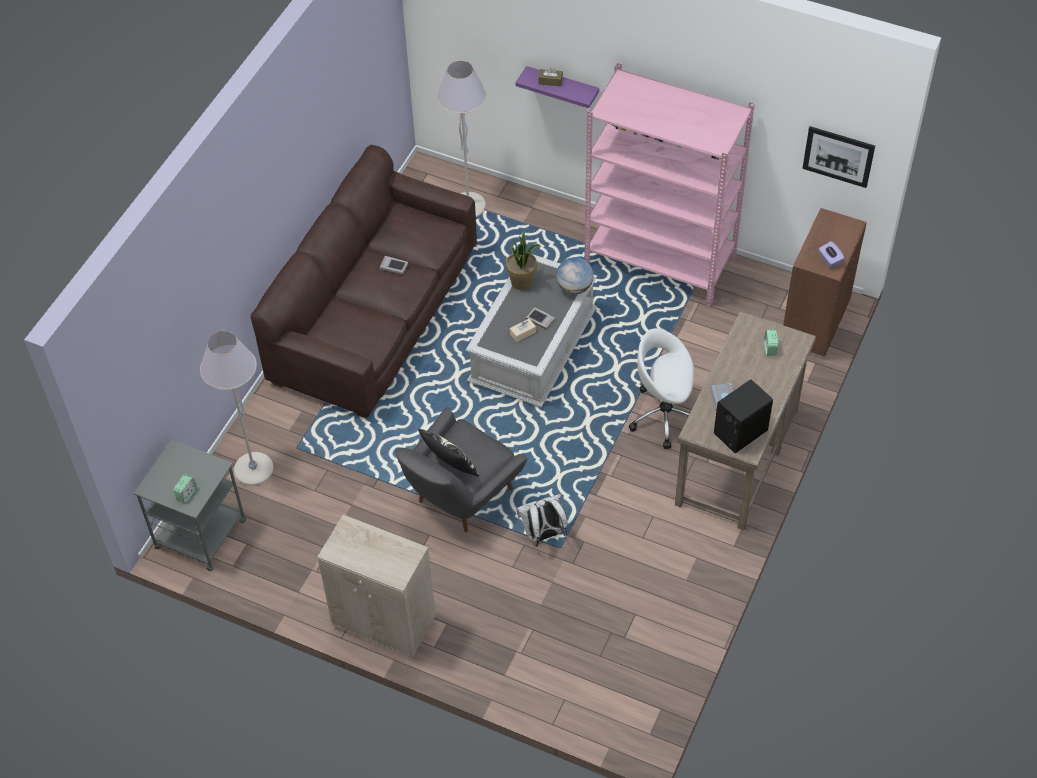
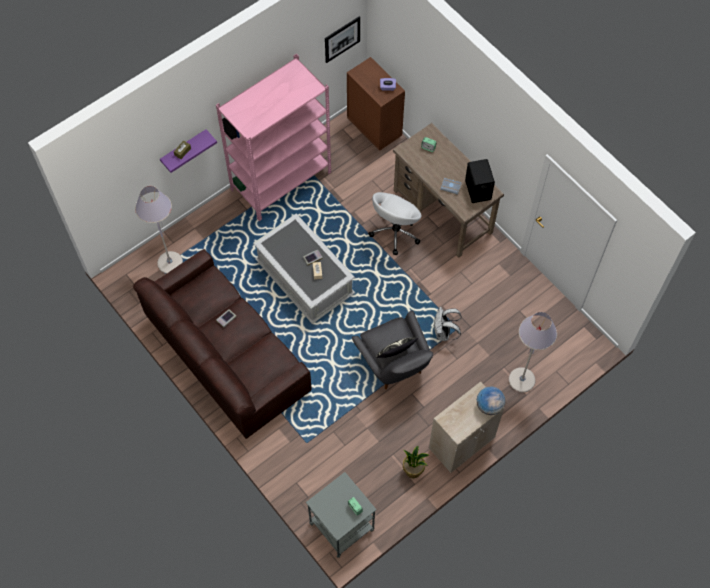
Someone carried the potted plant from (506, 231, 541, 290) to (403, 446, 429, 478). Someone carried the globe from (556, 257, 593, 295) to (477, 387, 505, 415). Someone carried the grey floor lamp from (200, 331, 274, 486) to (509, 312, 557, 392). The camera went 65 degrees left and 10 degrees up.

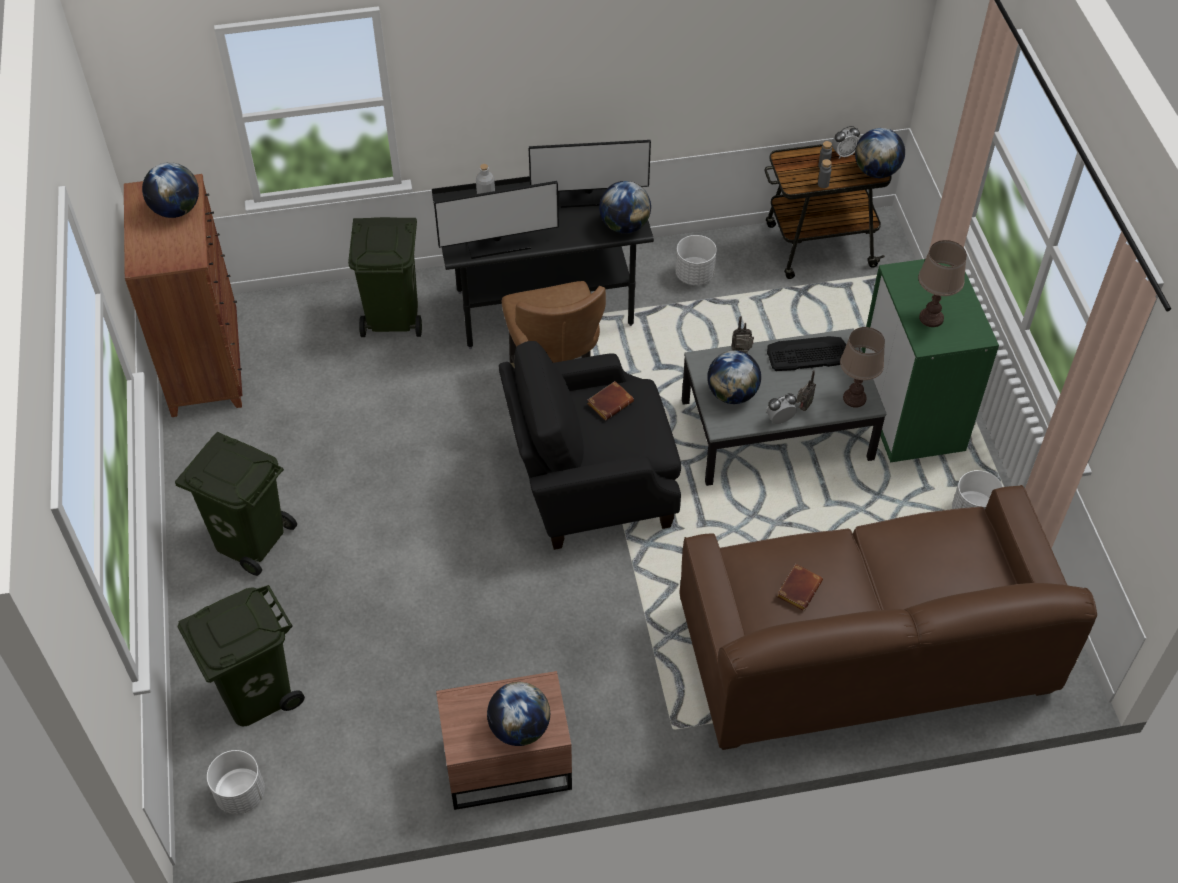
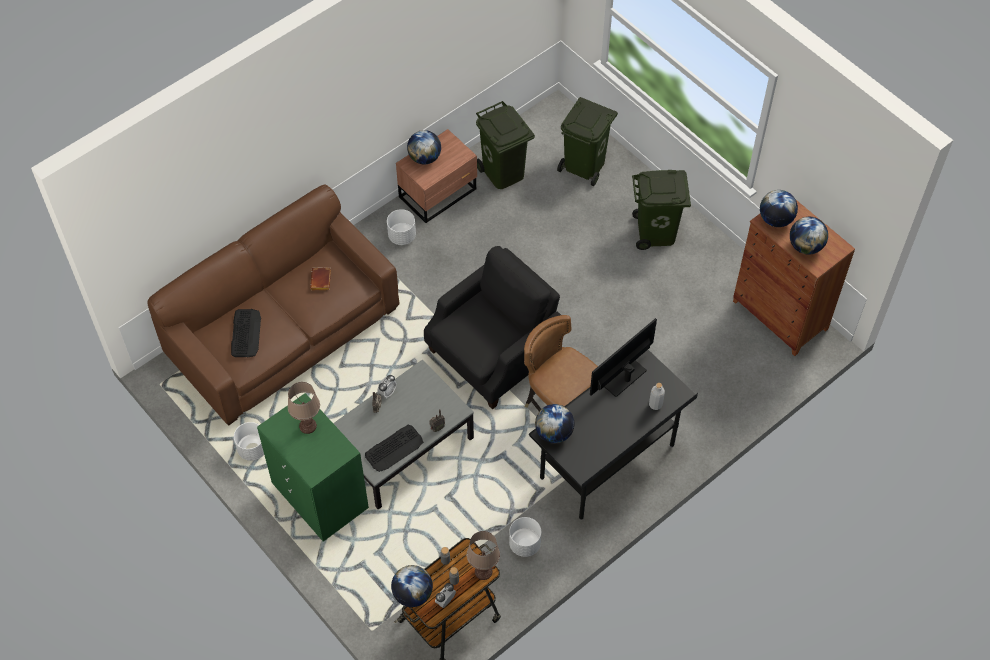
Someone took away the monitor at (528, 140, 651, 208). Someone carried the green trash can from (348, 217, 422, 337) to (476, 101, 535, 189). Someone carried the brown table lamp from (840, 327, 885, 408) to (467, 531, 500, 580). Someone carried the globe from (707, 350, 761, 404) to (760, 190, 798, 227). Someone took away the brown book at (587, 381, 634, 421). Someone carried the white planter from (207, 750, 265, 814) to (387, 209, 416, 245). Someone put down the keyboard at (231, 309, 261, 358). The camera went 150 degrees right and 5 degrees up.

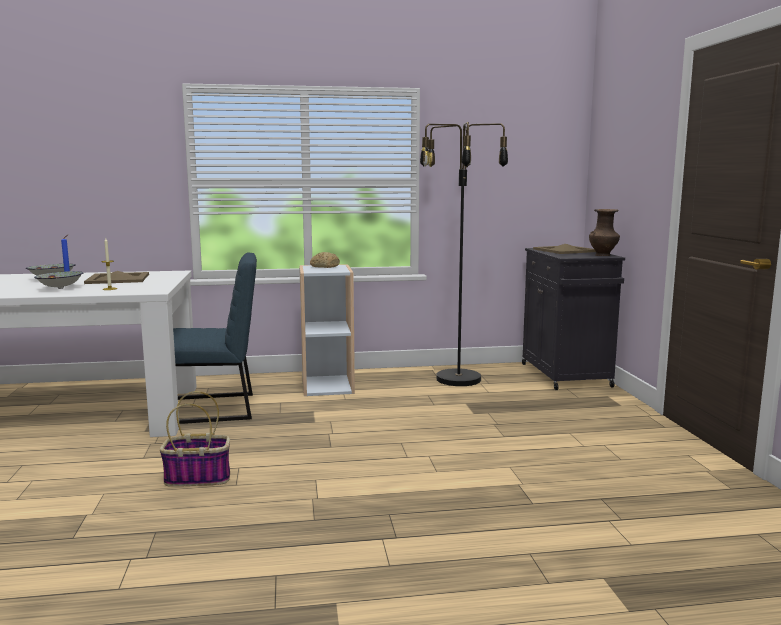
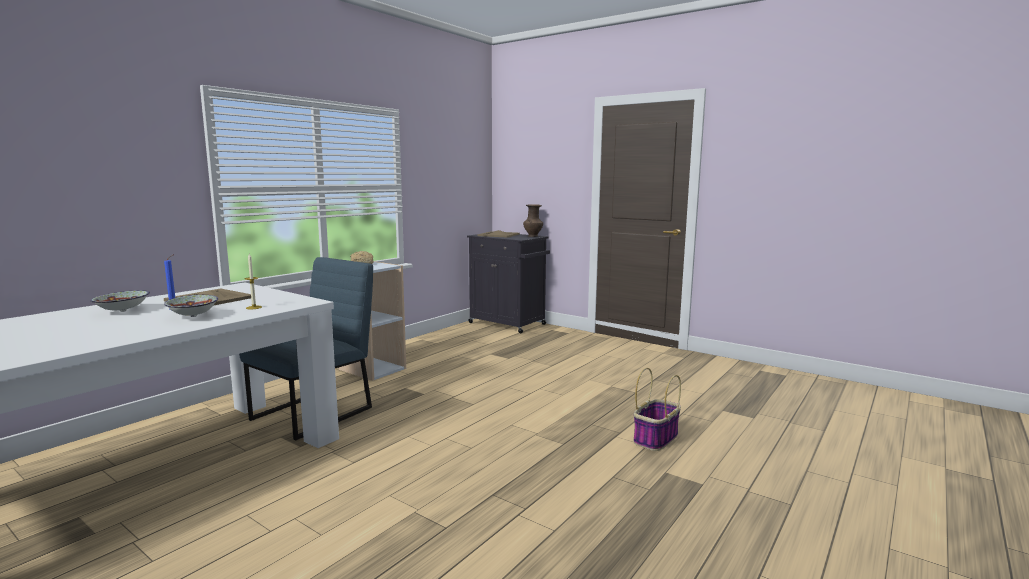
Someone took away the floor lamp at (420, 122, 508, 386). Someone carried the basket from (160, 391, 230, 487) to (633, 368, 681, 451). The camera went 45 degrees left and 0 degrees up.

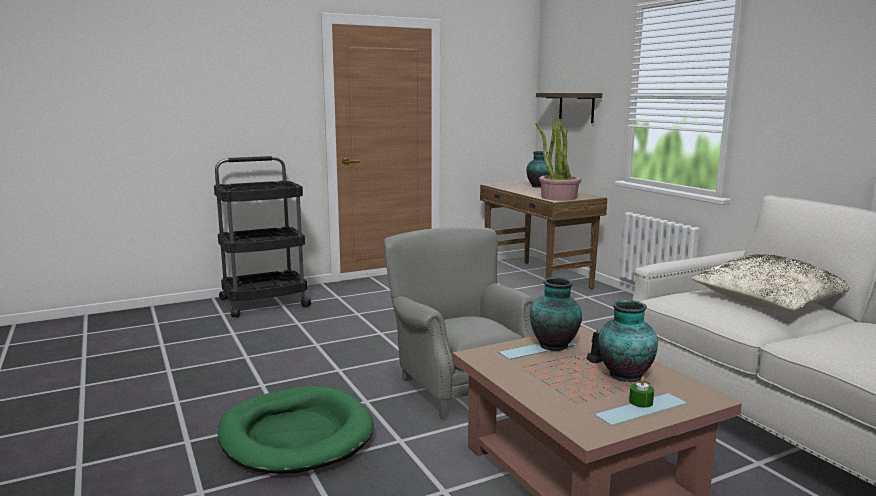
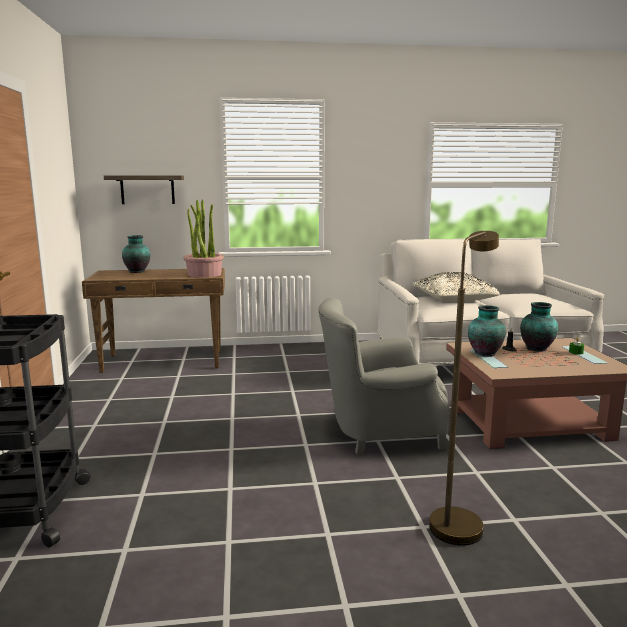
Someone swapped the green dog bed at (218, 386, 374, 474) for the brown floor lamp at (429, 231, 499, 546). The camera went 70 degrees left and 0 degrees up.

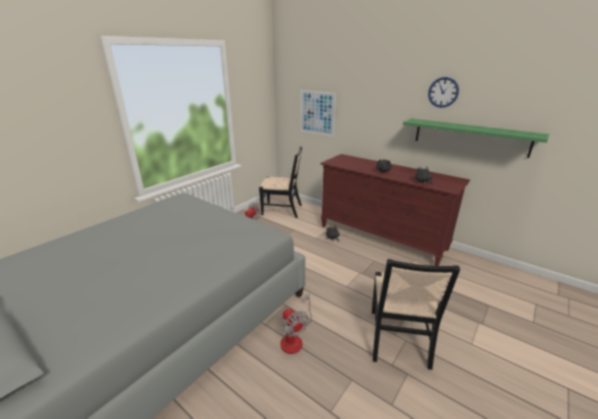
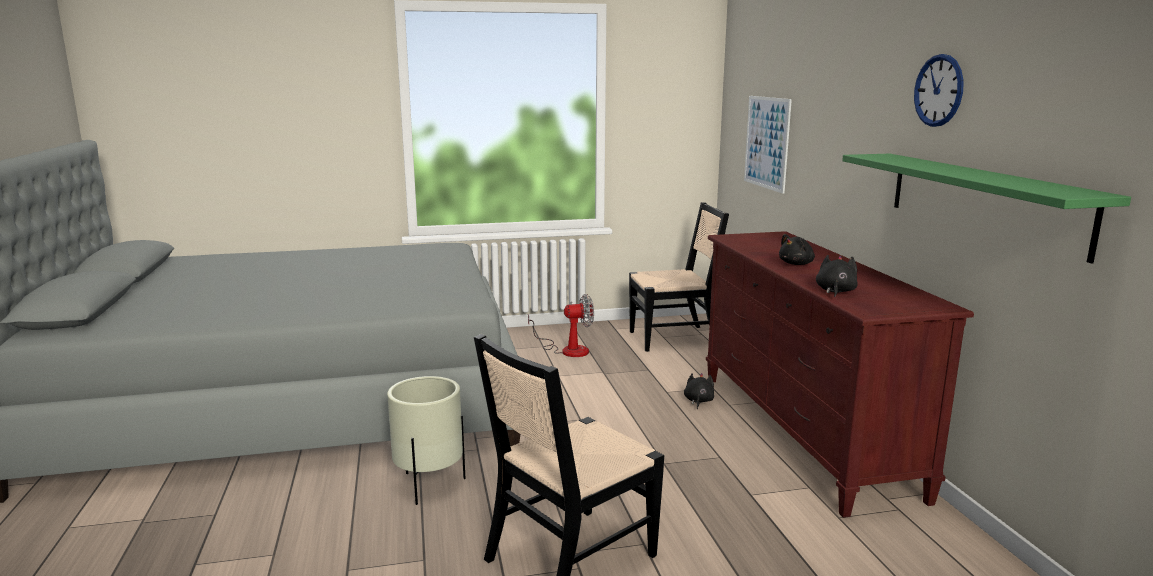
Someone rotated the chair at (259, 146, 302, 218) by 60 degrees counterclockwise. Someone swapped the fan at (280, 293, 312, 354) for the beige planter at (387, 376, 466, 505). The camera went 40 degrees right and 10 degrees down.

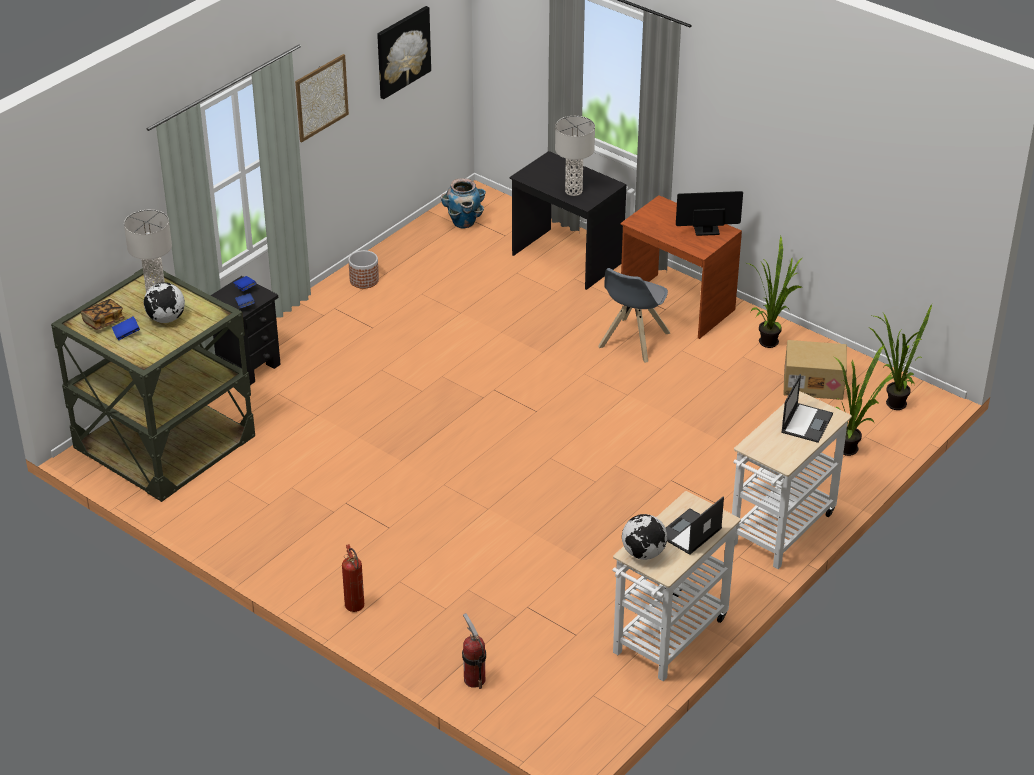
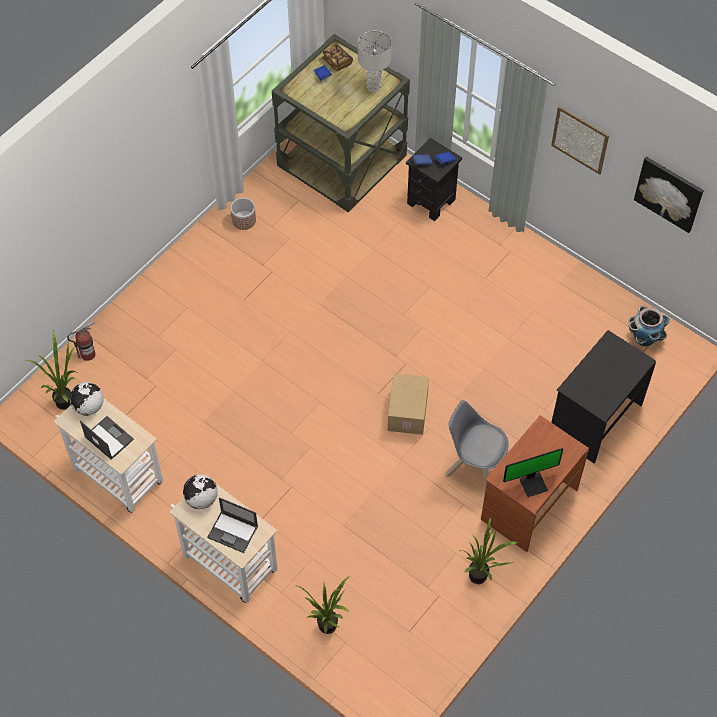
Someone took away the white table lamp at (555, 116, 595, 196). Someone rotated the monitor at (676, 191, 743, 236) by 75 degrees clockwise. Someone carried the planter from (348, 250, 379, 289) to (231, 198, 256, 230). Someone carried the globe from (144, 282, 185, 323) to (183, 474, 218, 509). Someone carried the potted plant from (869, 304, 932, 410) to (26, 329, 76, 410). Someone carried the cardboard box from (783, 340, 847, 400) to (388, 373, 429, 435). Someone took away the fire extinguisher at (342, 544, 364, 612). The camera went 90 degrees right and 20 degrees up.

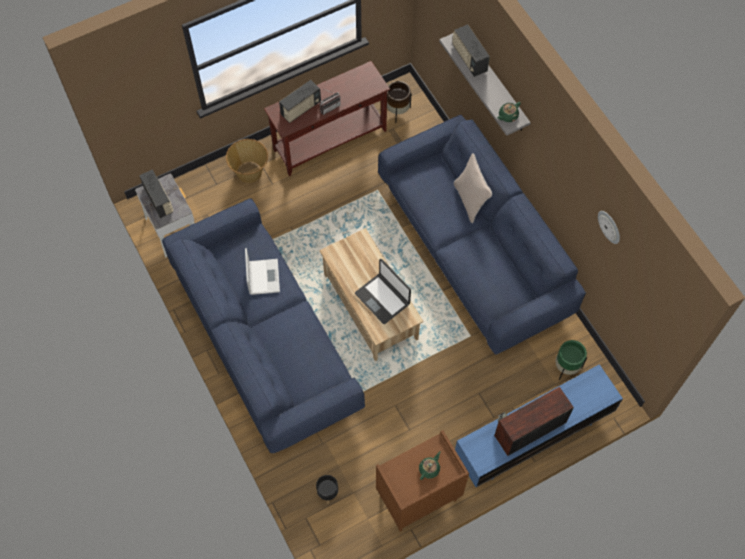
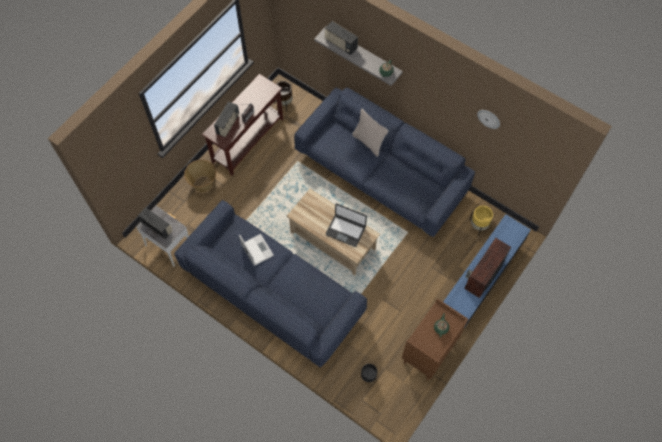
Someone repainted the green planter at (556, 340, 587, 380), which became the yellow planter at (469, 206, 493, 236). The camera went 25 degrees left and 0 degrees up.

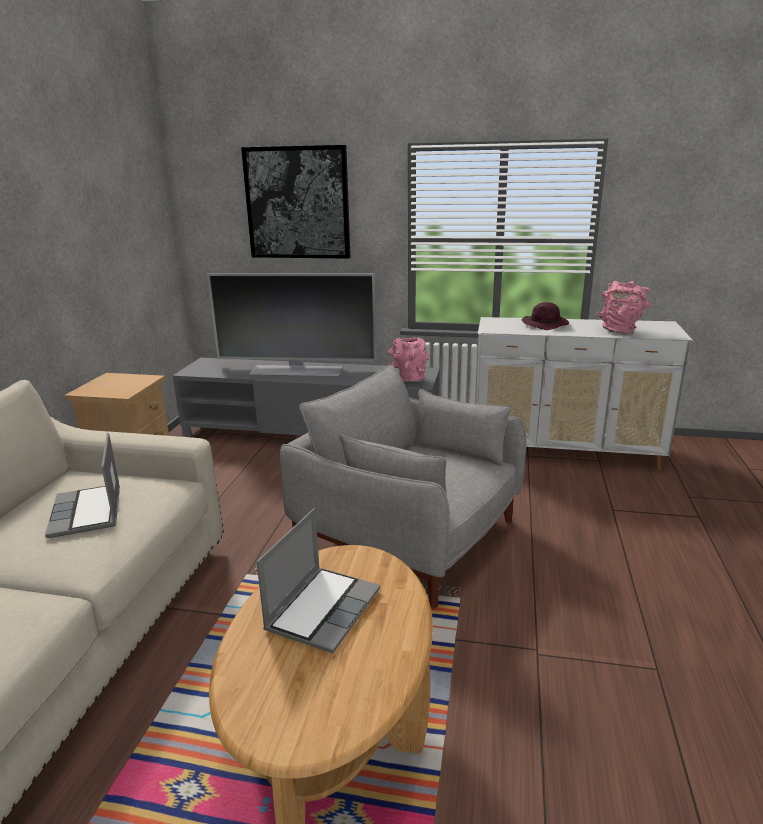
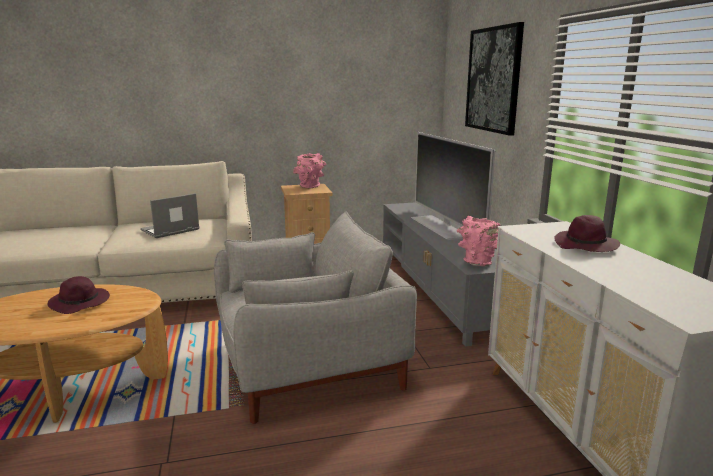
Someone carried the pink vase from (596, 281, 652, 334) to (293, 153, 327, 188). Someone rotated the grey armchair at (280, 365, 526, 608) by 60 degrees clockwise. Someone swapped the laptop at (257, 508, 380, 653) for the purple hat at (48, 276, 110, 314). The camera went 65 degrees right and 5 degrees down.

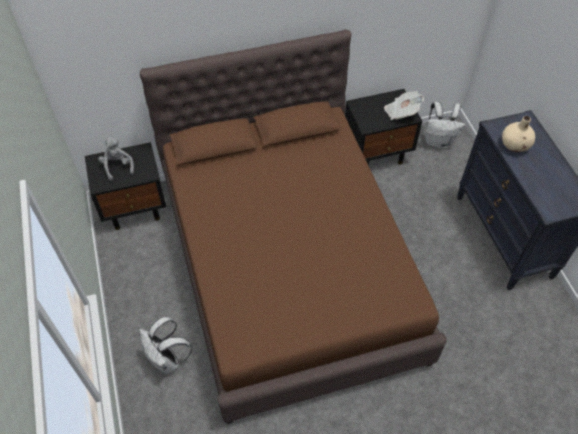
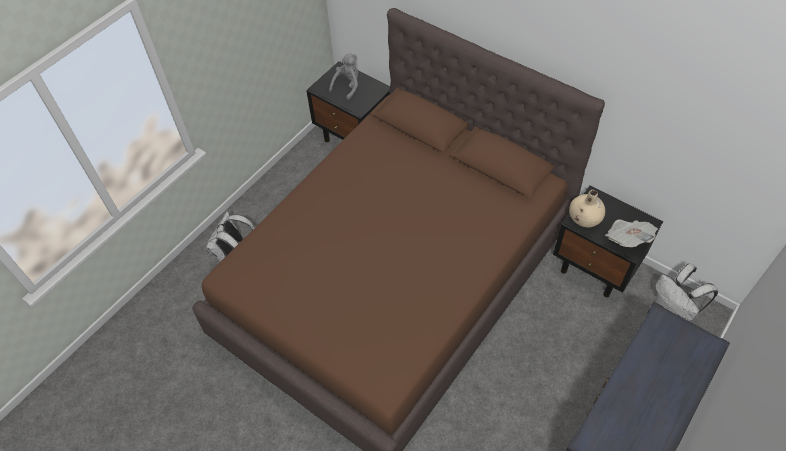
Someone carried the beige vase from (502, 116, 535, 152) to (569, 190, 605, 227). The camera went 55 degrees right and 0 degrees up.

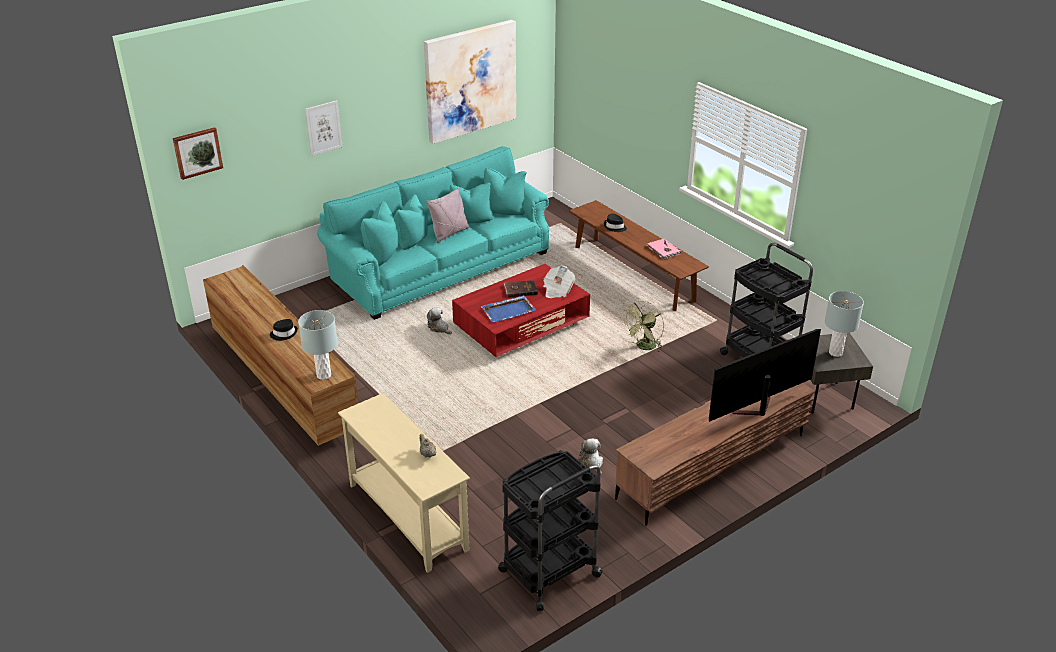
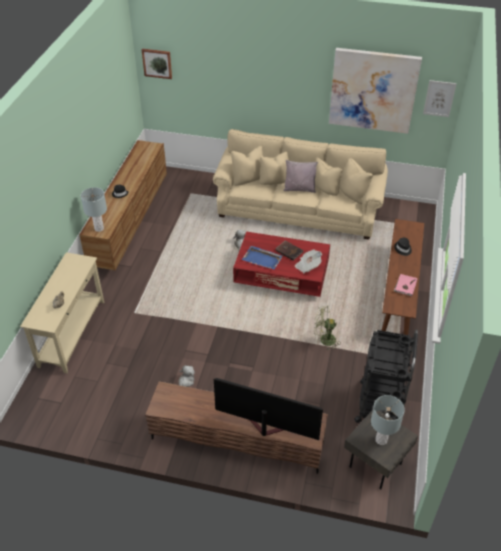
Someone carried the picture from (305, 100, 342, 156) to (423, 80, 457, 117). Someone repainted the turquoise sofa at (317, 146, 549, 320), which became the beige sofa at (213, 129, 388, 239). Someone took away the black cart at (498, 450, 603, 611). The camera went 50 degrees right and 10 degrees up.

